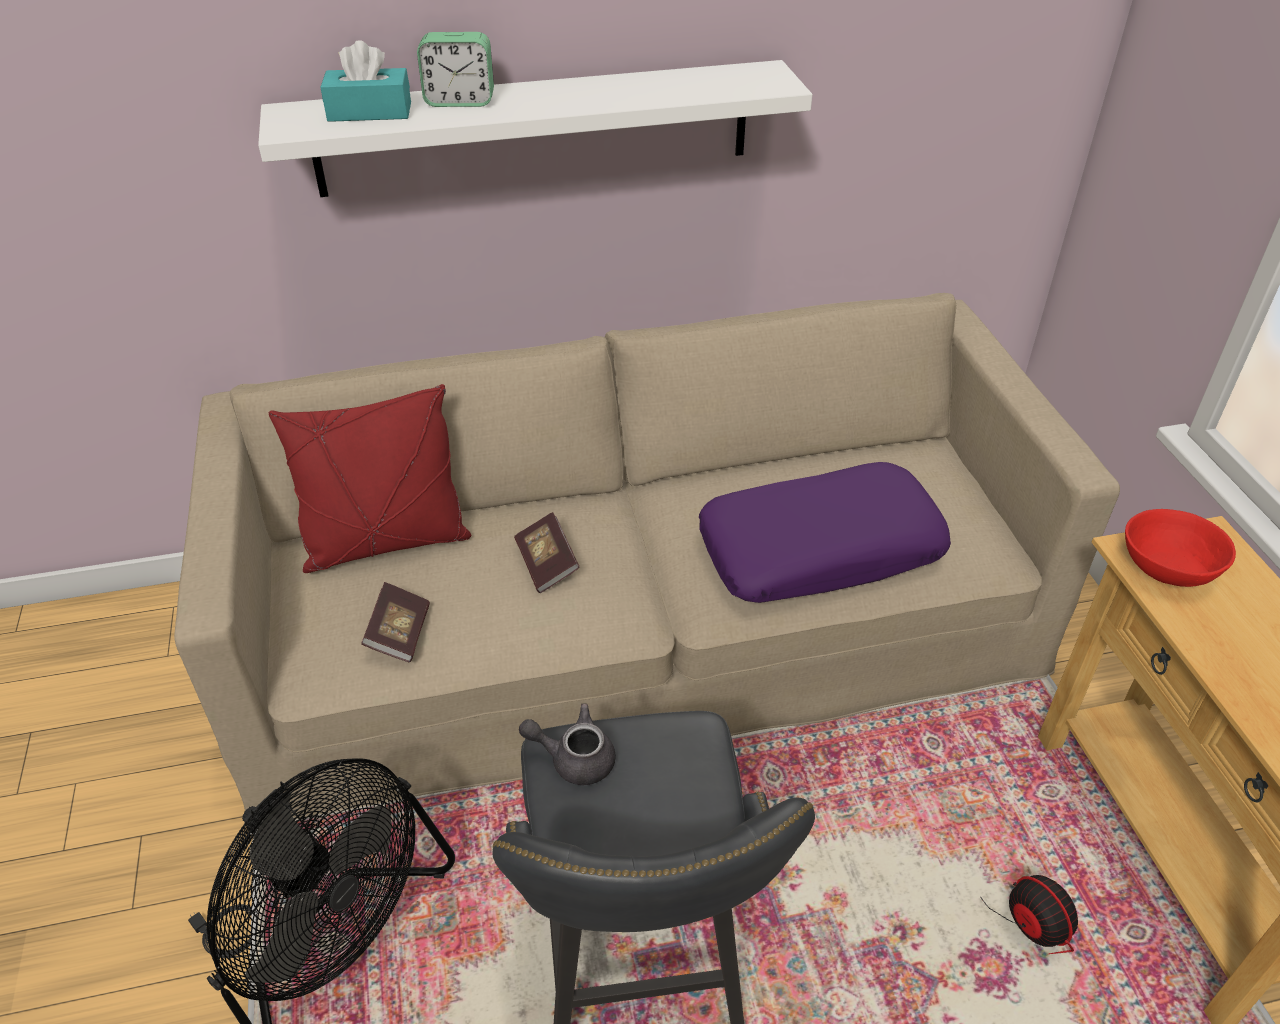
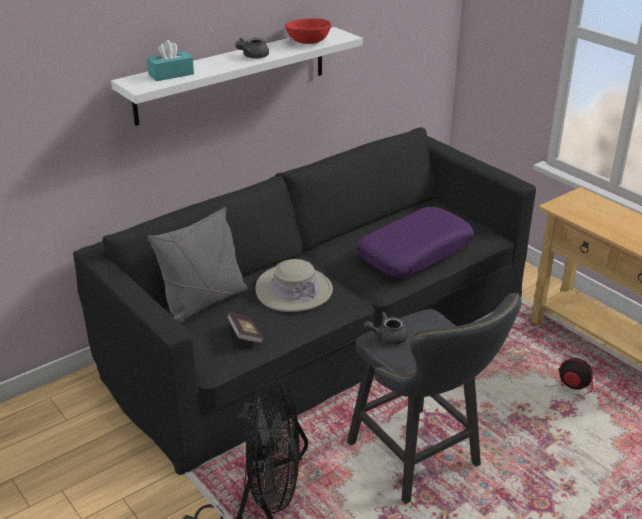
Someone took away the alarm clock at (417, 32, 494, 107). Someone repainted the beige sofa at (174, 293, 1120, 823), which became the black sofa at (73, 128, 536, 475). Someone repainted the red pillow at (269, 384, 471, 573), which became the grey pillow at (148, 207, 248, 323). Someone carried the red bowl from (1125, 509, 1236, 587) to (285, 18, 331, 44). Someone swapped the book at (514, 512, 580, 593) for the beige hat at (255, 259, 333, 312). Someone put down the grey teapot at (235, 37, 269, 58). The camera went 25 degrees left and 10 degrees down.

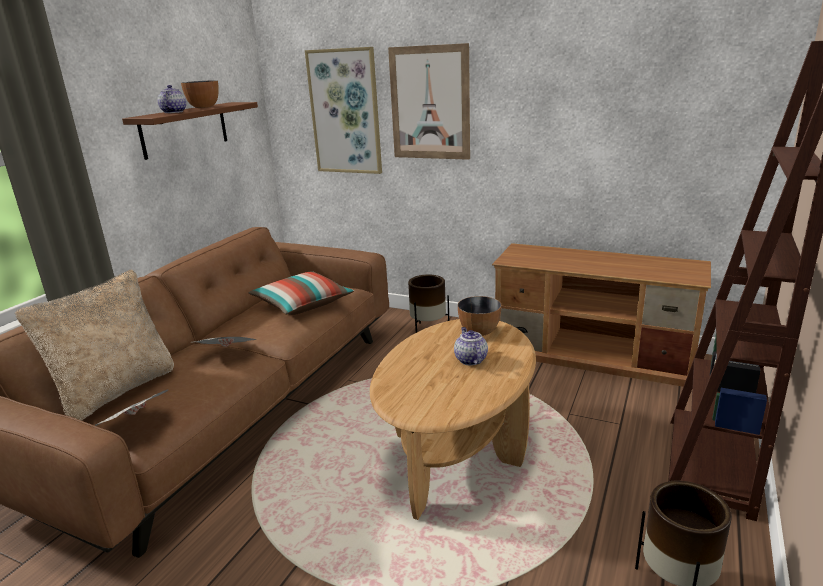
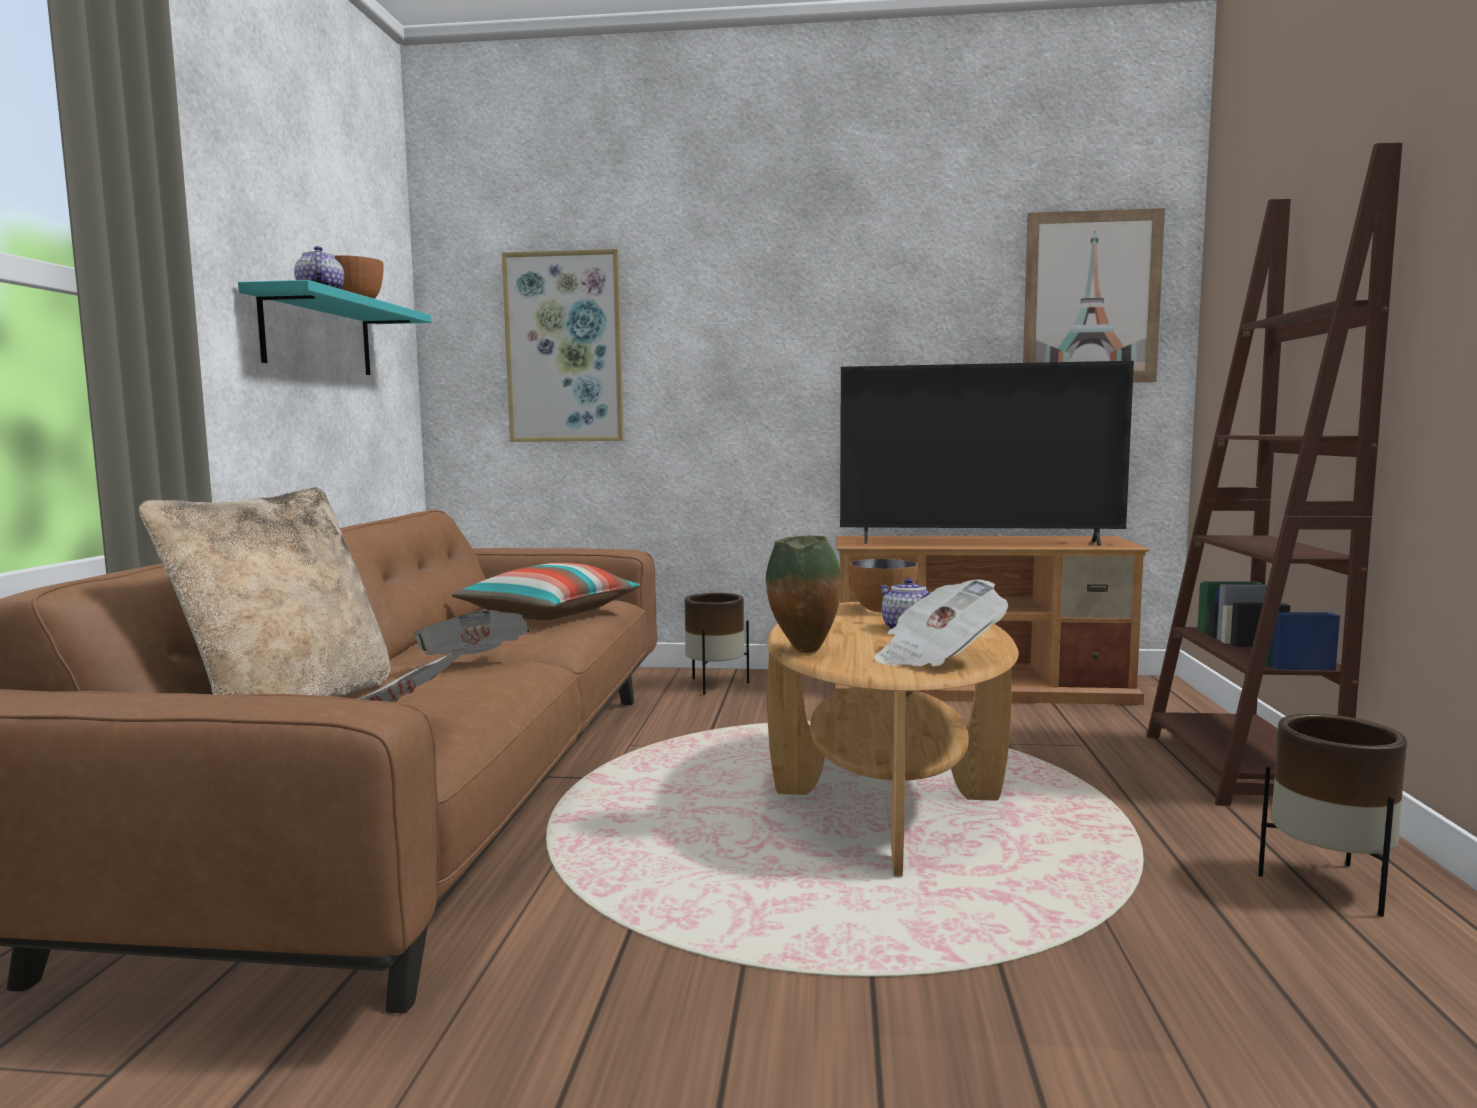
Someone carried the picture from (388, 43, 470, 160) to (1023, 208, 1165, 382). Someone repainted the brown shelf at (122, 102, 258, 160), which became the turquoise shelf at (238, 280, 431, 375). Someone put down the television at (840, 361, 1134, 546). Someone put down the vase at (766, 535, 841, 653). Someone put down the newspaper at (874, 579, 1008, 667). The camera went 20 degrees left and 15 degrees down.

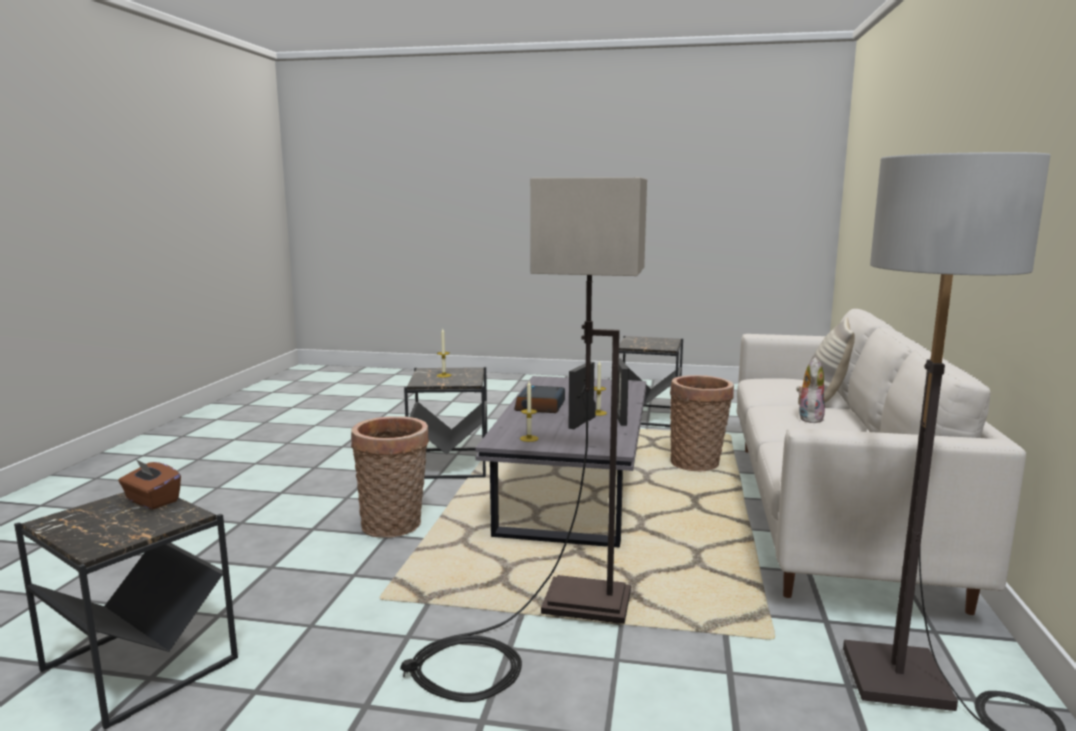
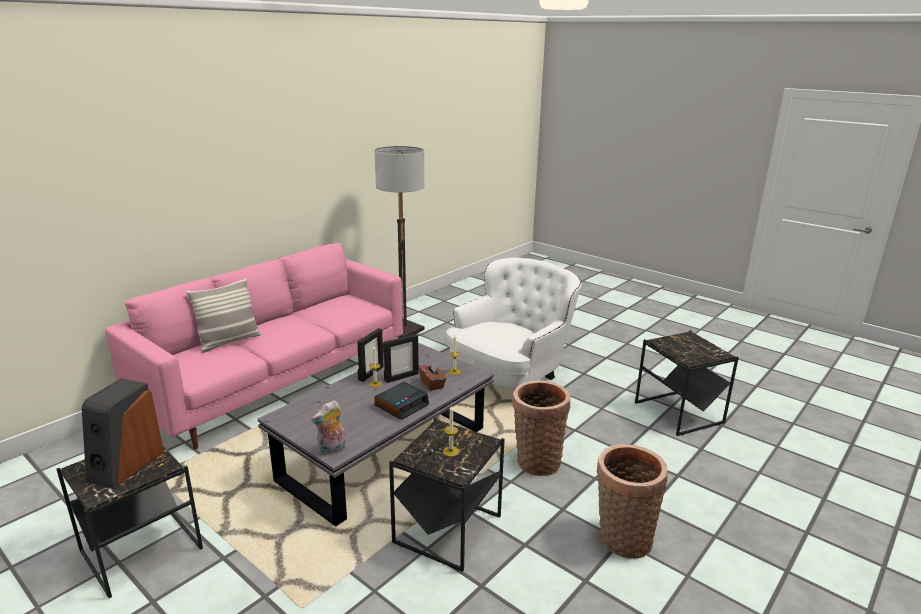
Someone swapped the floor lamp at (400, 177, 647, 702) for the white armchair at (446, 258, 582, 390). Someone repainted the white sofa at (737, 309, 1026, 615), which became the pink sofa at (105, 243, 403, 449). Someone carried the plush toy from (796, 357, 825, 423) to (311, 400, 346, 456). Someone carried the basket from (670, 375, 734, 471) to (597, 444, 667, 559). Someone carried the brown tissue box from (118, 459, 181, 510) to (419, 361, 446, 391). Someone put down the speaker at (82, 378, 164, 489). The camera went 150 degrees left and 10 degrees up.

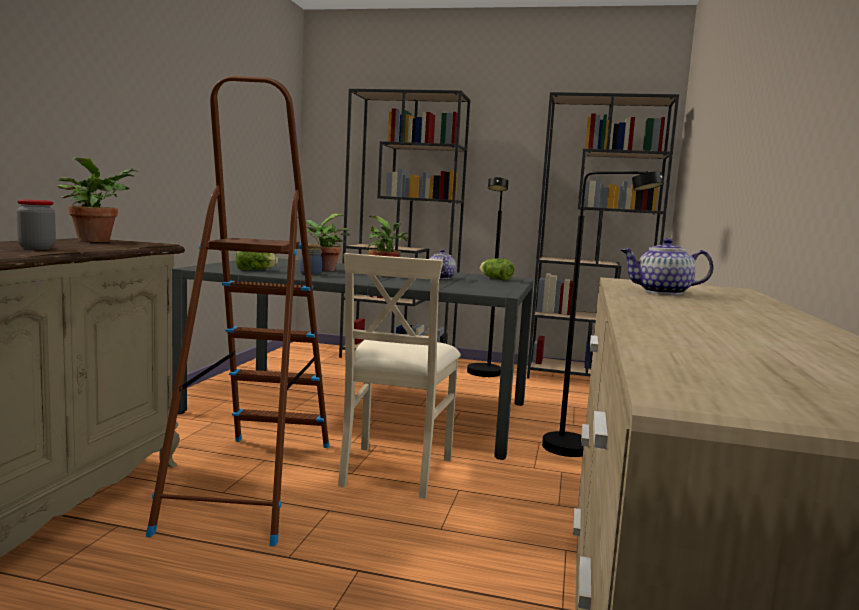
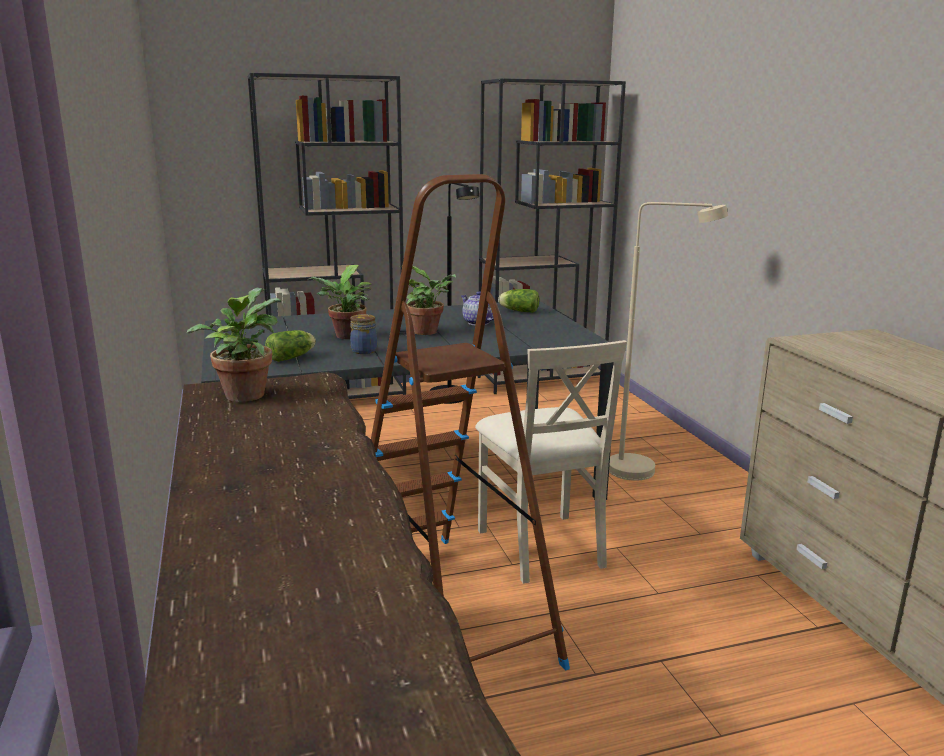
Someone repainted the black floor lamp at (542, 171, 664, 457), which became the beige floor lamp at (609, 202, 728, 481). Someone took away the jar at (16, 199, 56, 249). Someone took away the teapot at (621, 238, 714, 295). The camera went 30 degrees left and 10 degrees up.

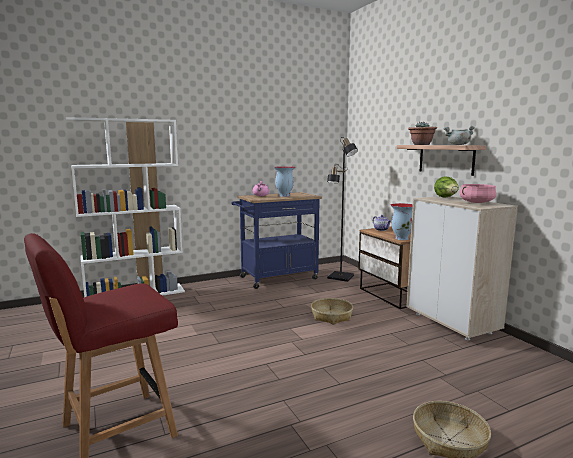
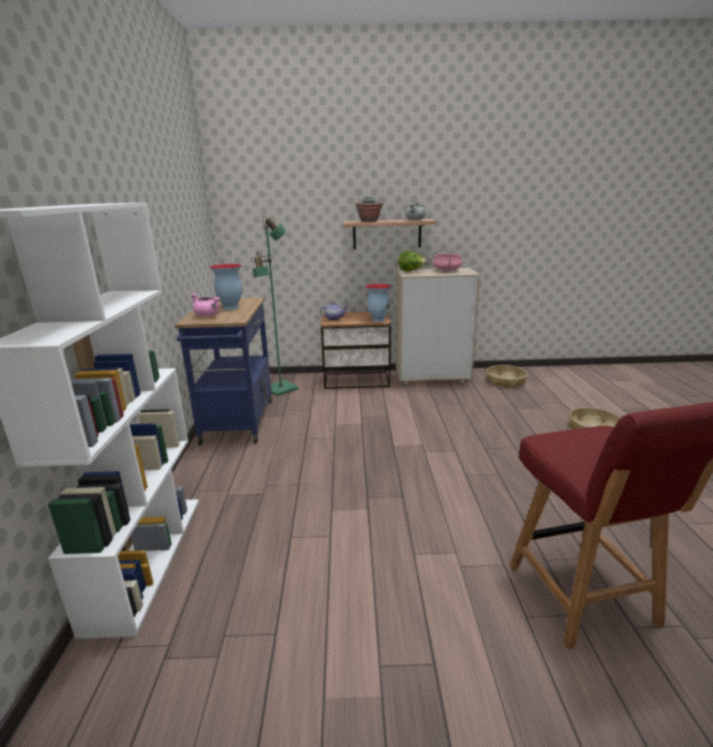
Someone repainted the black floor lamp at (327, 137, 358, 282), which became the green floor lamp at (252, 216, 299, 396). Someone carried the basket from (311, 298, 353, 325) to (487, 365, 527, 389). The camera went 65 degrees left and 10 degrees up.

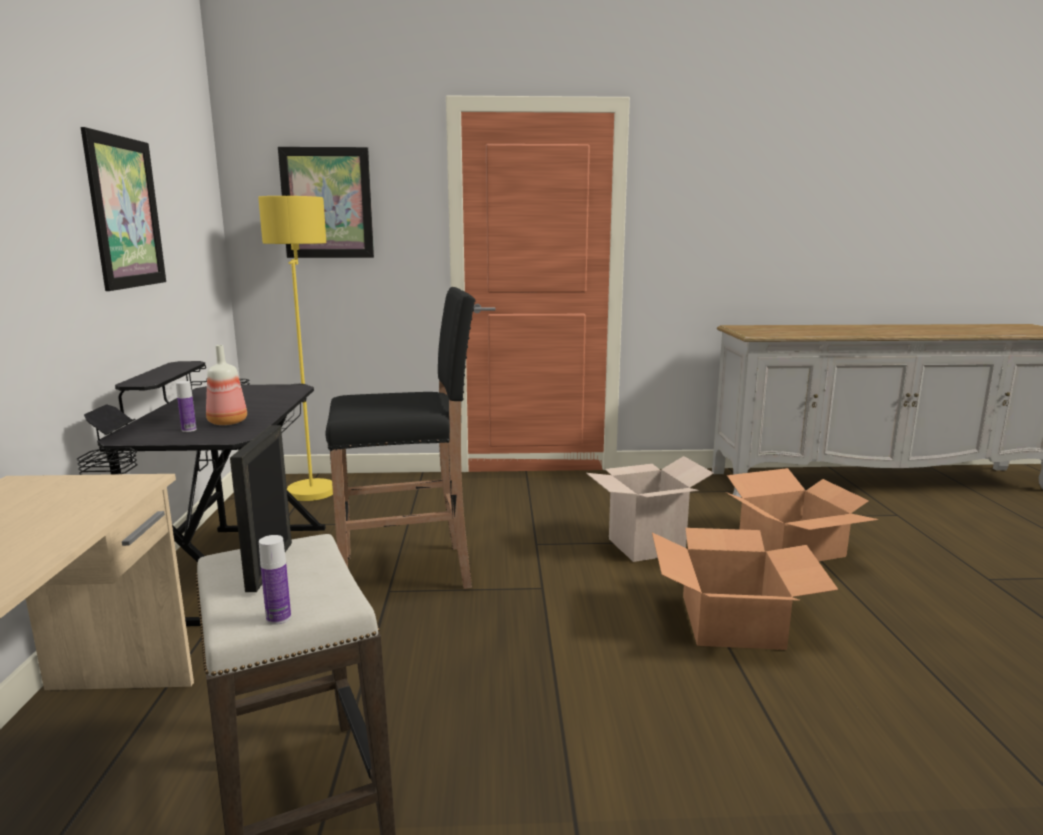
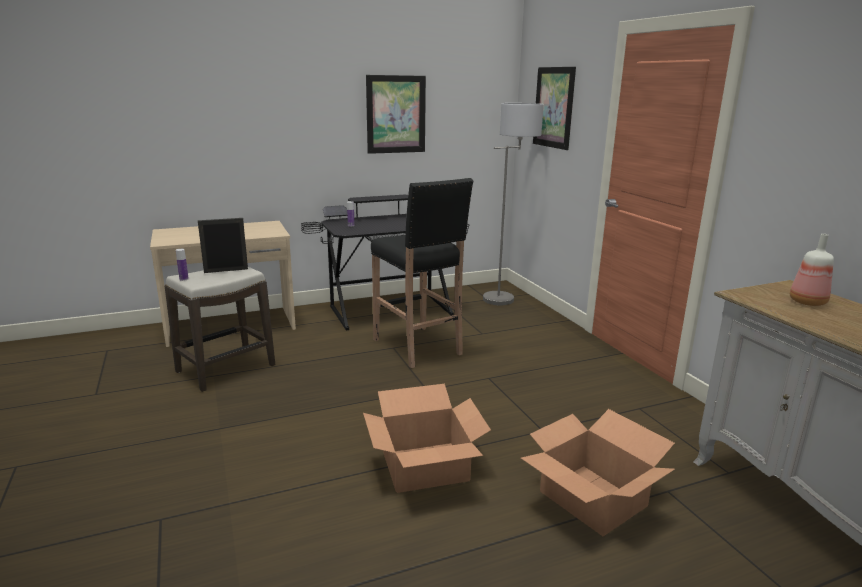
Someone repainted the yellow floor lamp at (258, 196, 333, 501), which became the grey floor lamp at (483, 103, 544, 305). Someone carried the bottle from (206, 345, 247, 425) to (790, 234, 834, 306). Someone took away the cardboard box at (586, 456, 714, 562). The camera went 70 degrees right and 5 degrees up.

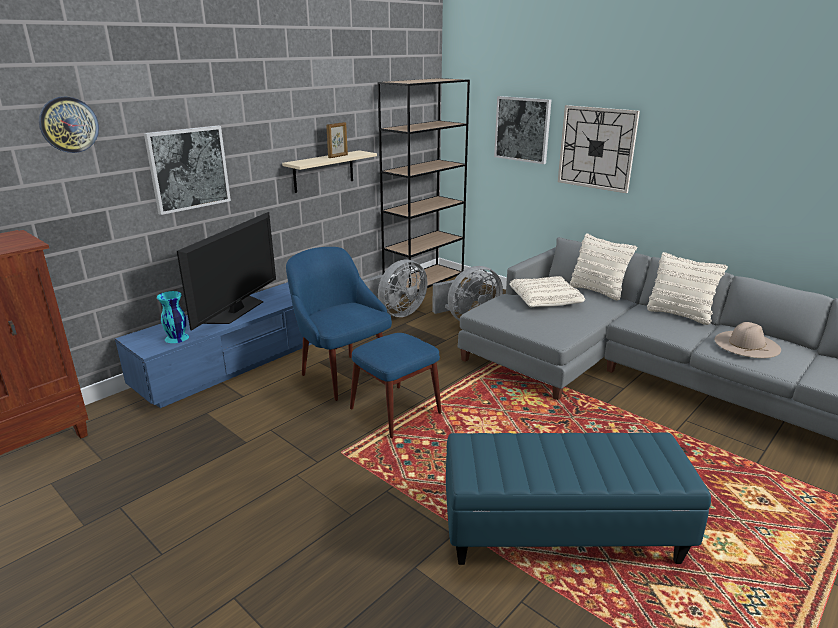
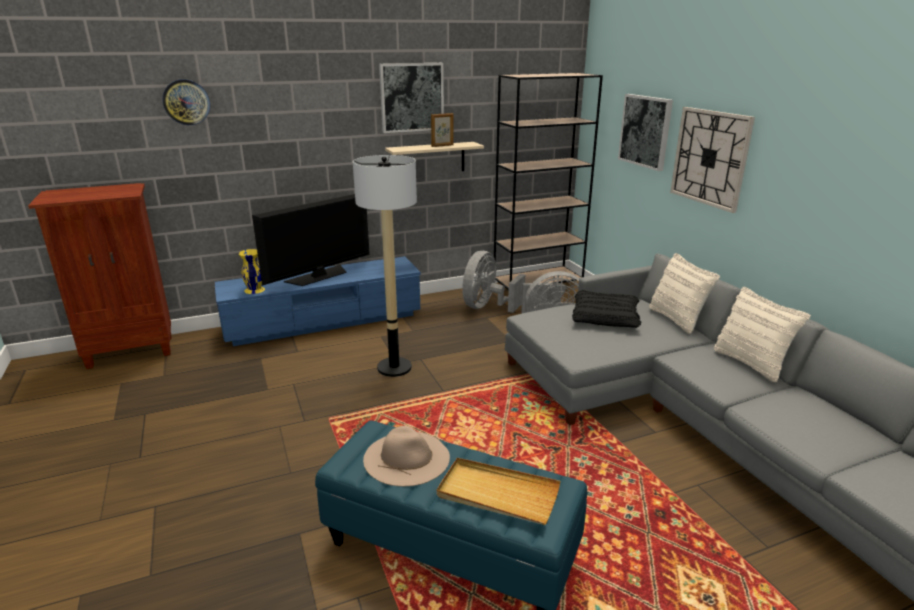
Someone carried the picture from (144, 126, 231, 215) to (379, 63, 444, 133). Someone swapped the blue armchair at (286, 247, 441, 438) for the floor lamp at (353, 155, 417, 377). Someone rotated the grey fan at (363, 259, 428, 317) by 135 degrees clockwise. Someone repainted the beige pillow at (509, 276, 585, 307), which became the black pillow at (572, 290, 641, 328). Someone repainted the turquoise vase at (157, 291, 189, 343), which became the yellow vase at (239, 249, 265, 294). Someone carried the beige hat from (715, 322, 781, 358) to (363, 426, 450, 486). Someone put down the beige tray at (437, 458, 561, 525). The camera went 25 degrees right and 0 degrees up.

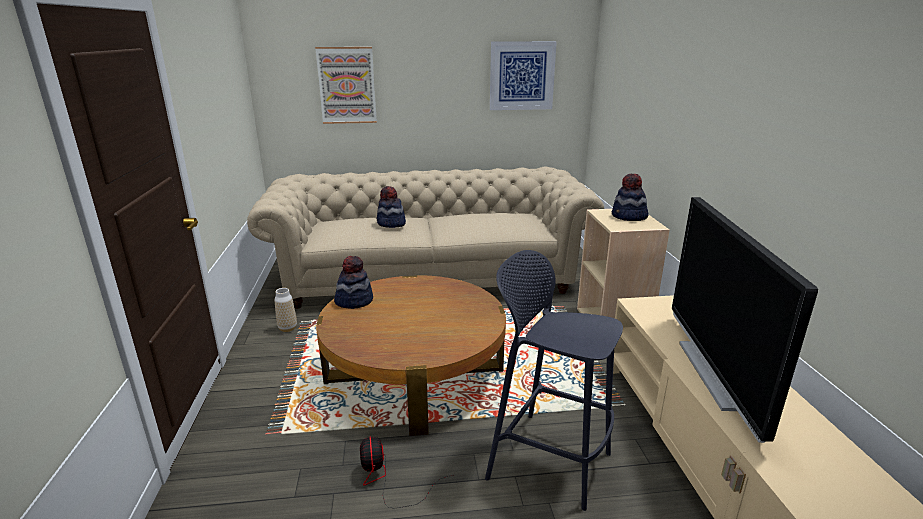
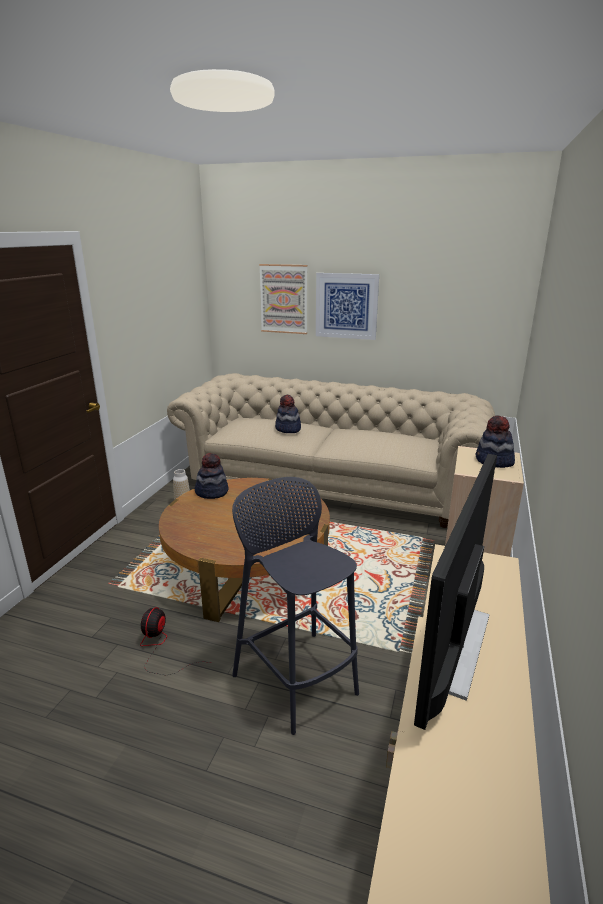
Someone carried the picture from (490, 41, 557, 110) to (316, 273, 379, 340). The camera went 25 degrees right and 0 degrees up.

